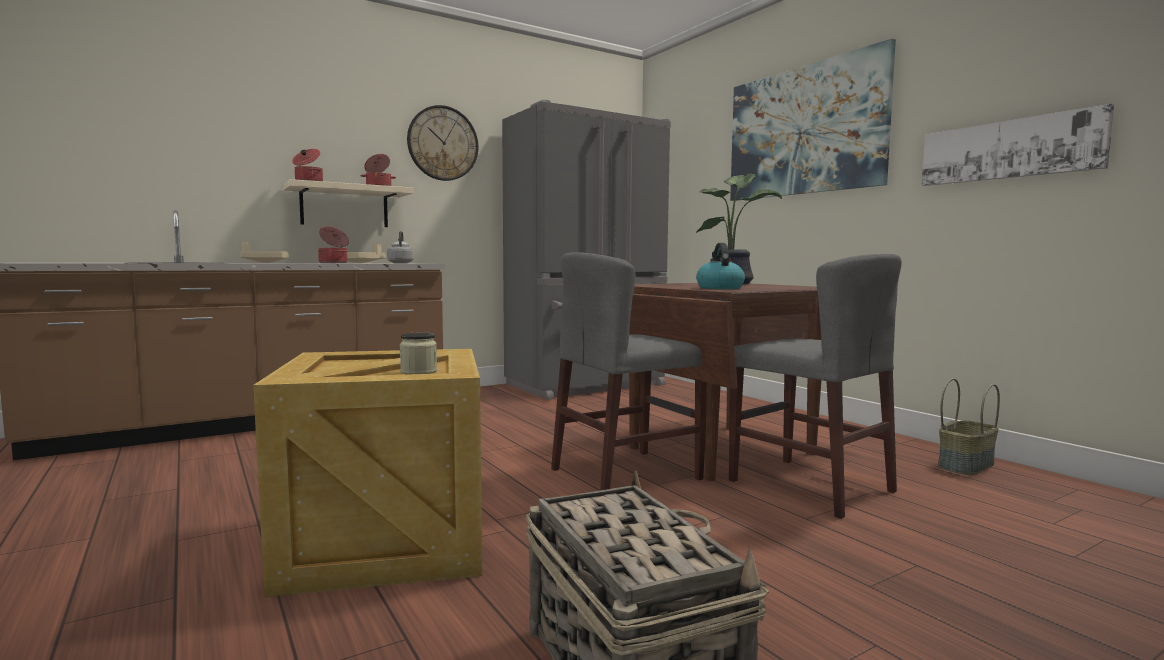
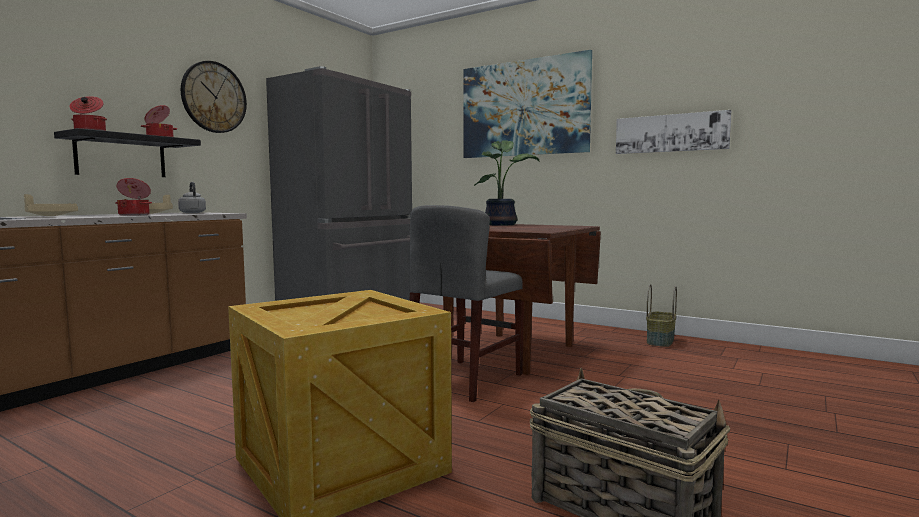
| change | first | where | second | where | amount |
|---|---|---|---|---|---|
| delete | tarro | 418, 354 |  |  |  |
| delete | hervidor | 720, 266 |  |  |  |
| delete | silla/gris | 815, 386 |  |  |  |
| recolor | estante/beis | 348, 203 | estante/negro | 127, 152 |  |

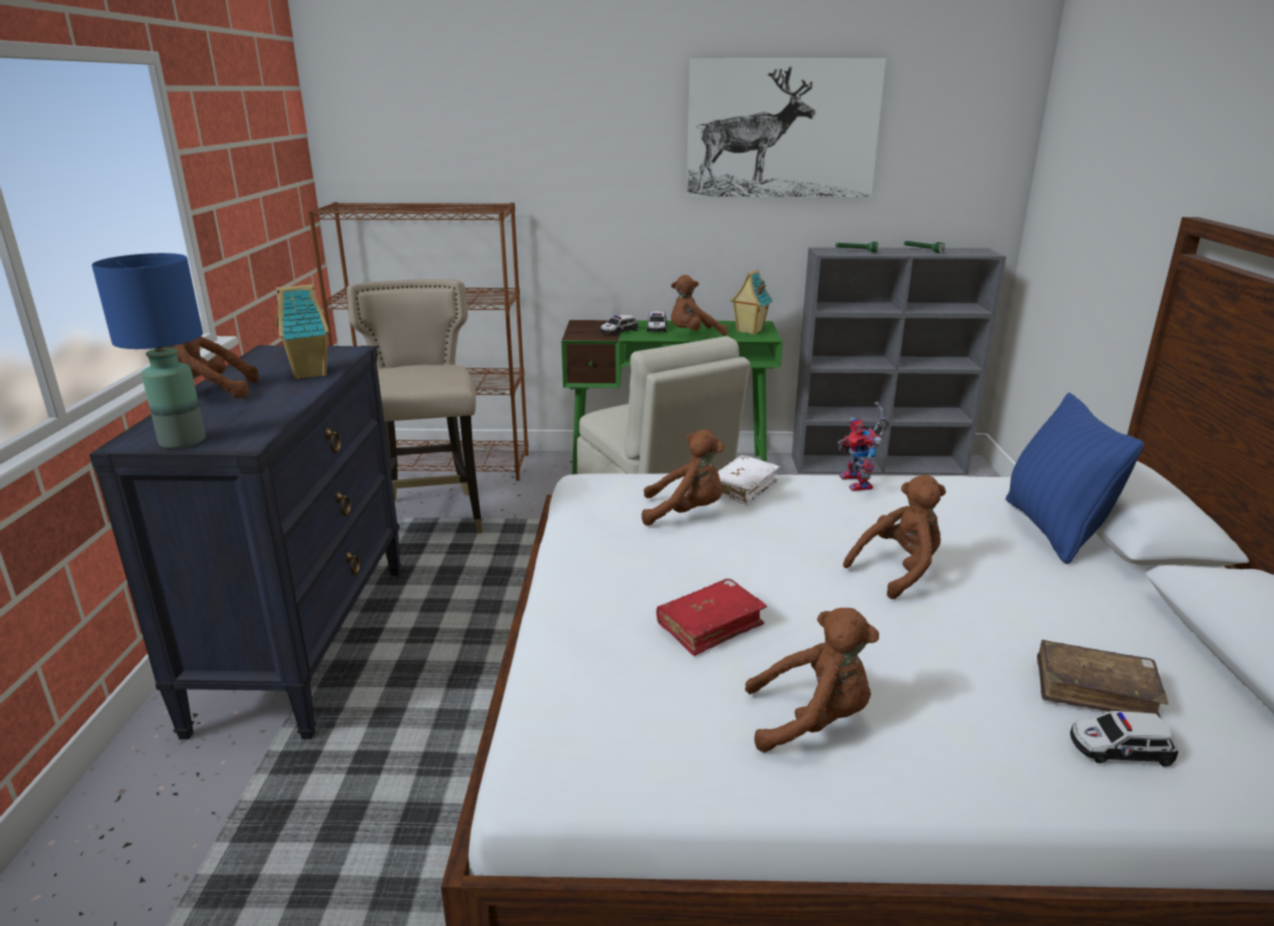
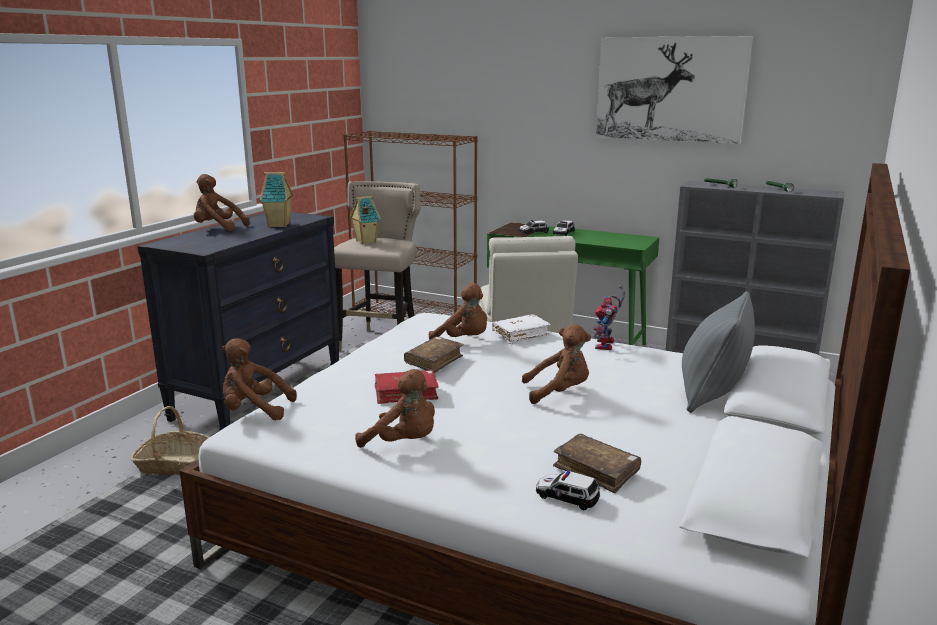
| change | first | where | second | where | amount |
|---|---|---|---|---|---|
| delete | lámpara de mesa/azul | 149, 351 |  |  |  |
| insert |  |  | cesta | 170, 440 |  |
| insert |  |  | libro/marrón | 434, 355 |  |
| move | peluche/marrón | 699, 305 |  | 259, 379 |  |
| move | casita | 751, 302 |  | 365, 220 |  |
| recolor | cojín/azul | 1075, 478 | cojín/gris | 718, 352 |  |

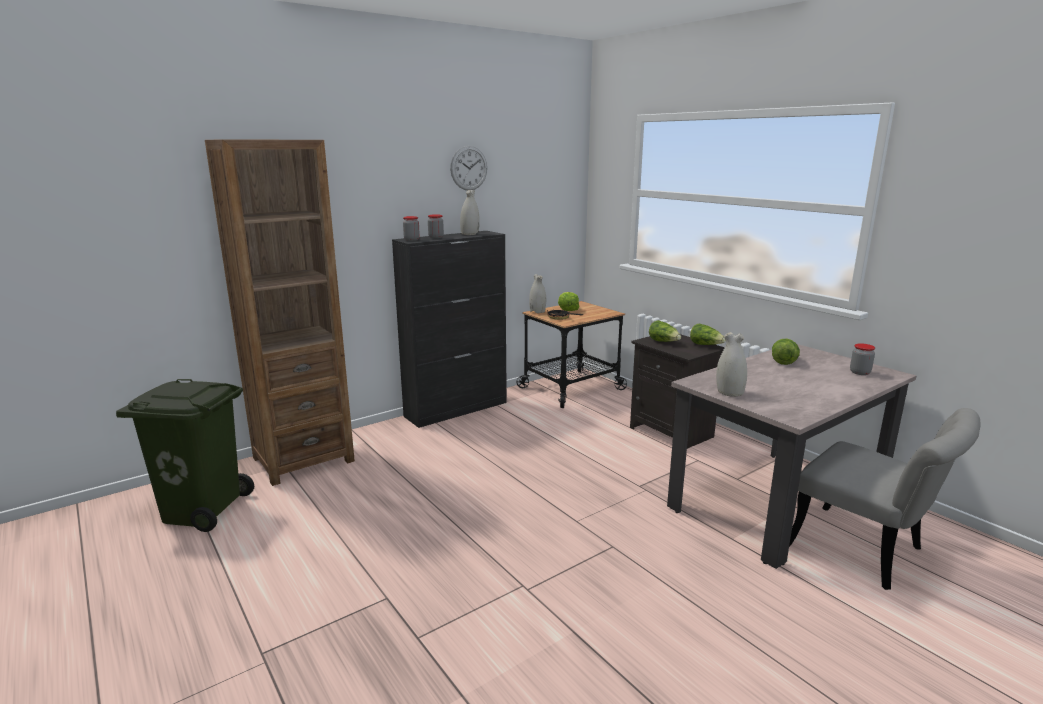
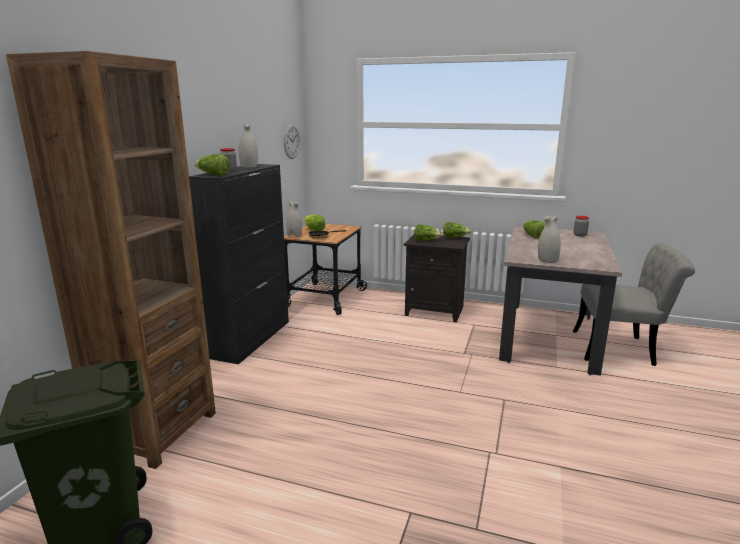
| change | first | where | second | where | amount |
|---|---|---|---|---|---|
| move | reloj de pared | 468, 168 |  | 292, 141 |  |
| replace | tarro | 411, 228 | lechuga | 212, 165 |  |

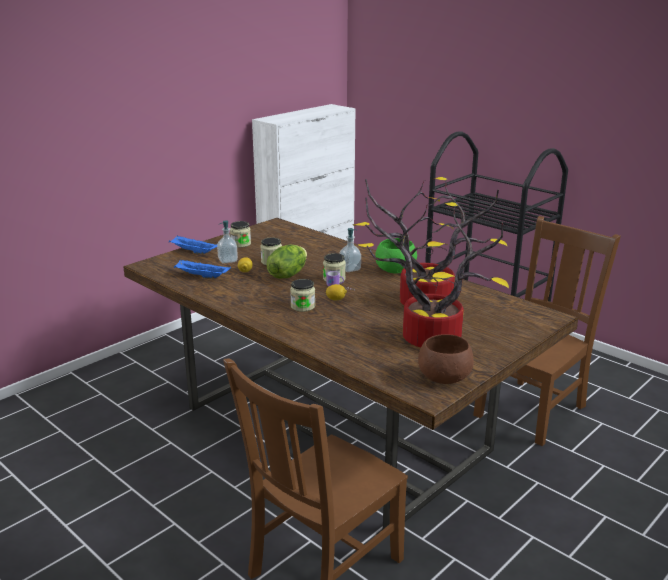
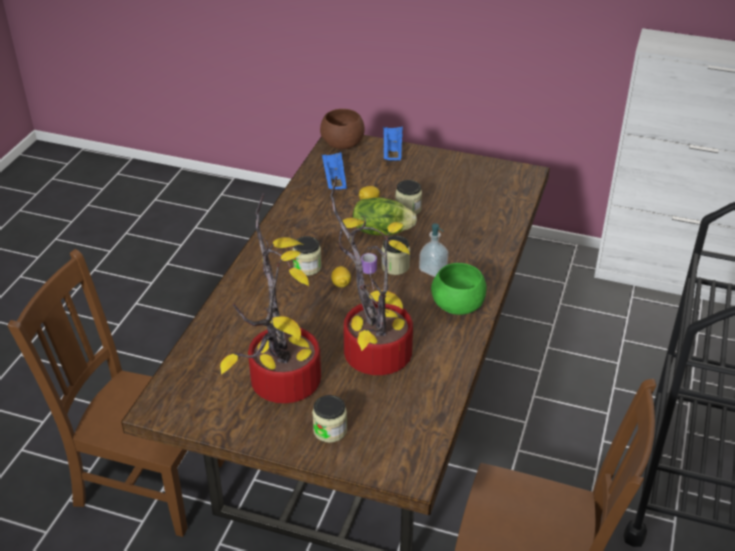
| change | first | where | second | where | amount |
|---|---|---|---|---|---|
| delete | dispensador de jabón | 227, 242 |  |  |  |
| move | tarro | 240, 234 |  | 329, 419 |  |
| move | cuenco/marrón | 446, 359 |  | 342, 129 |  |

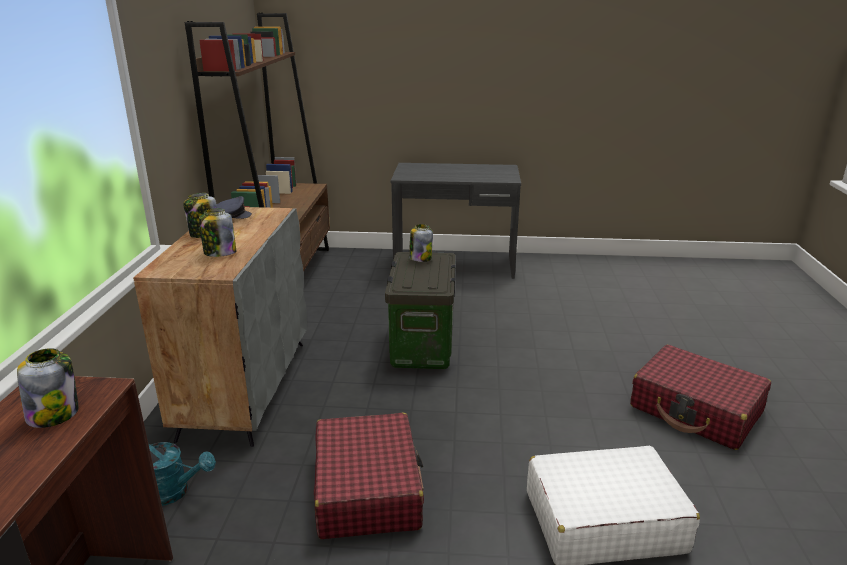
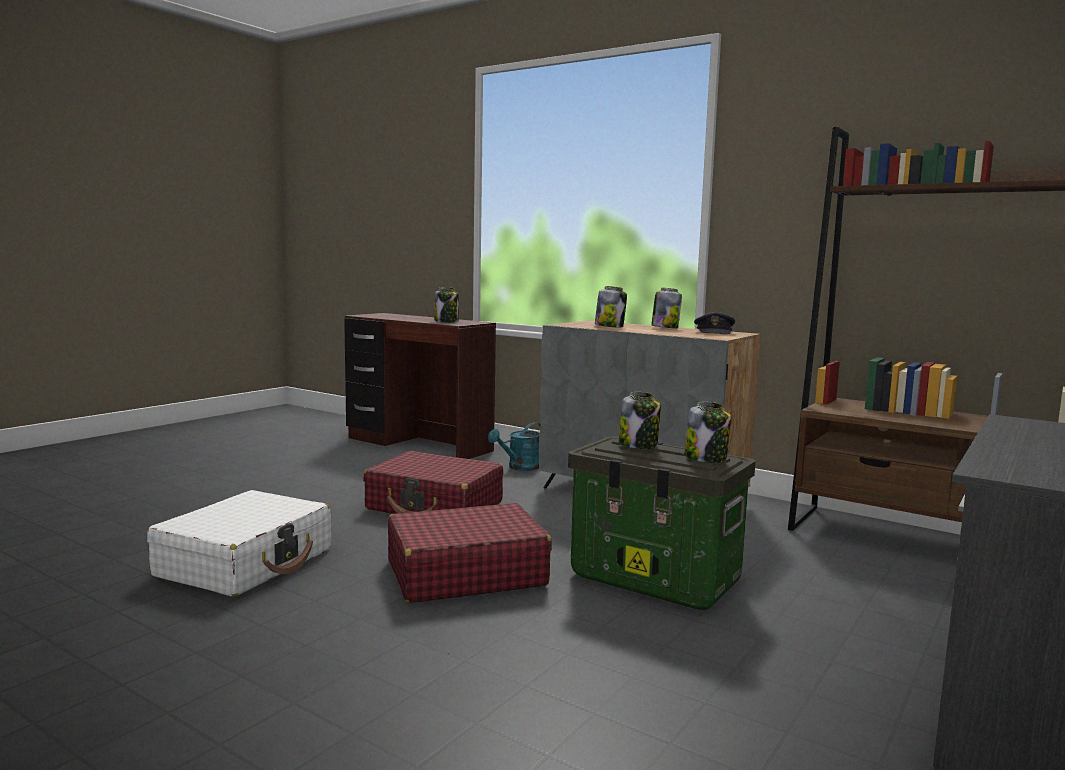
| change | first | where | second | where | amount |
|---|---|---|---|---|---|
| insert |  |  | tarro | 640, 420 |  |
| move | maleta/rojo | 700, 397 |  | 470, 553 |  |

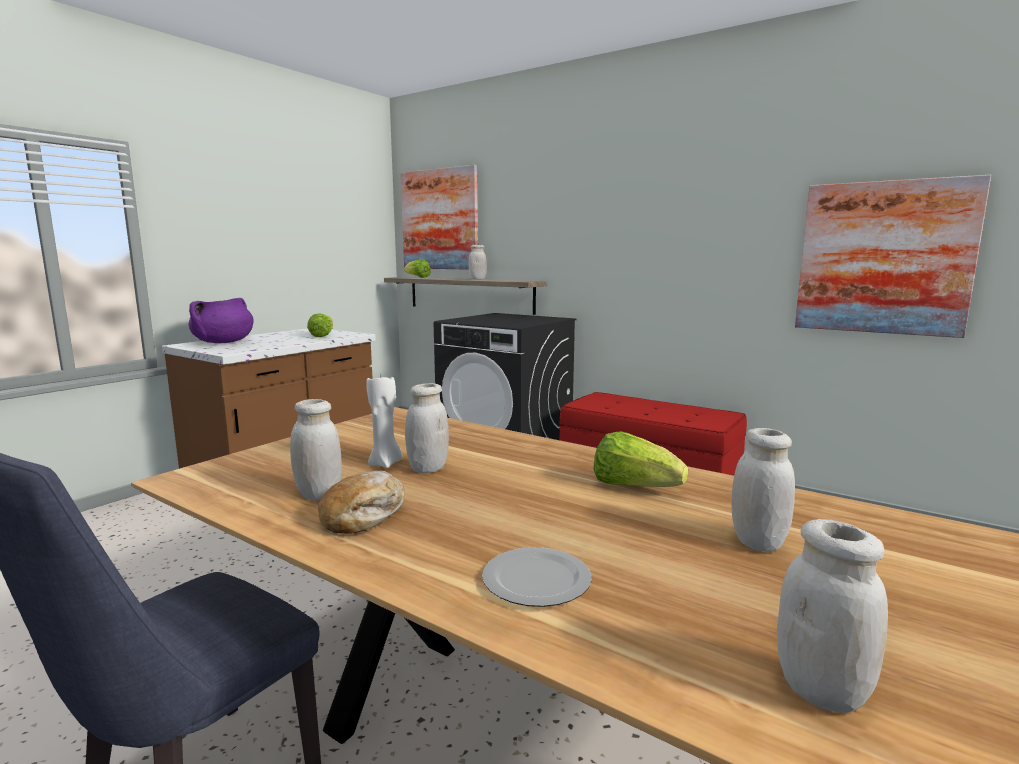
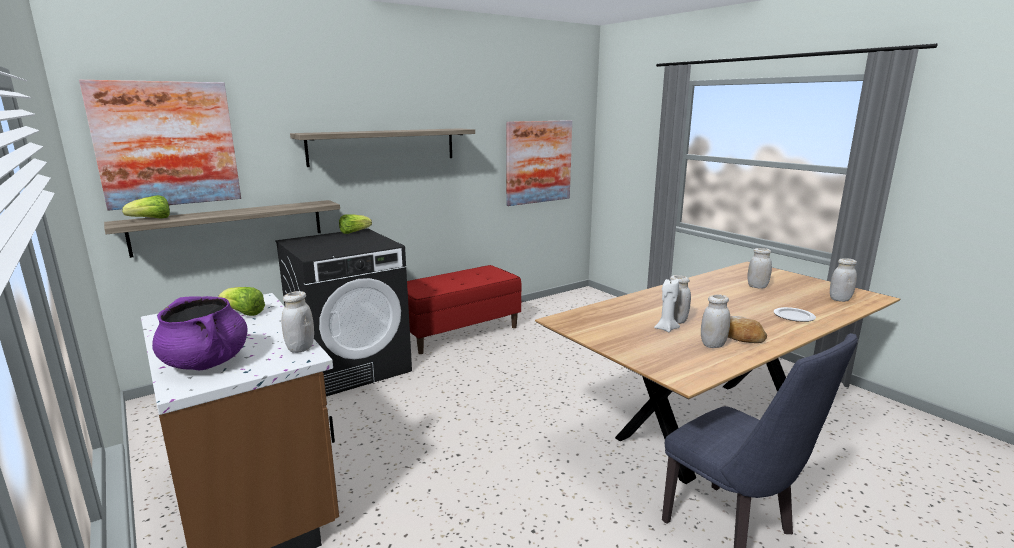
| change | first | where | second | where | amount |
|---|---|---|---|---|---|
| insert |  |  | estante | 382, 147 |  |
| move | tarro/blanco | 477, 262 |  | 298, 322 |  |
| move | lechuga | 641, 459 |  | 355, 224 |  |

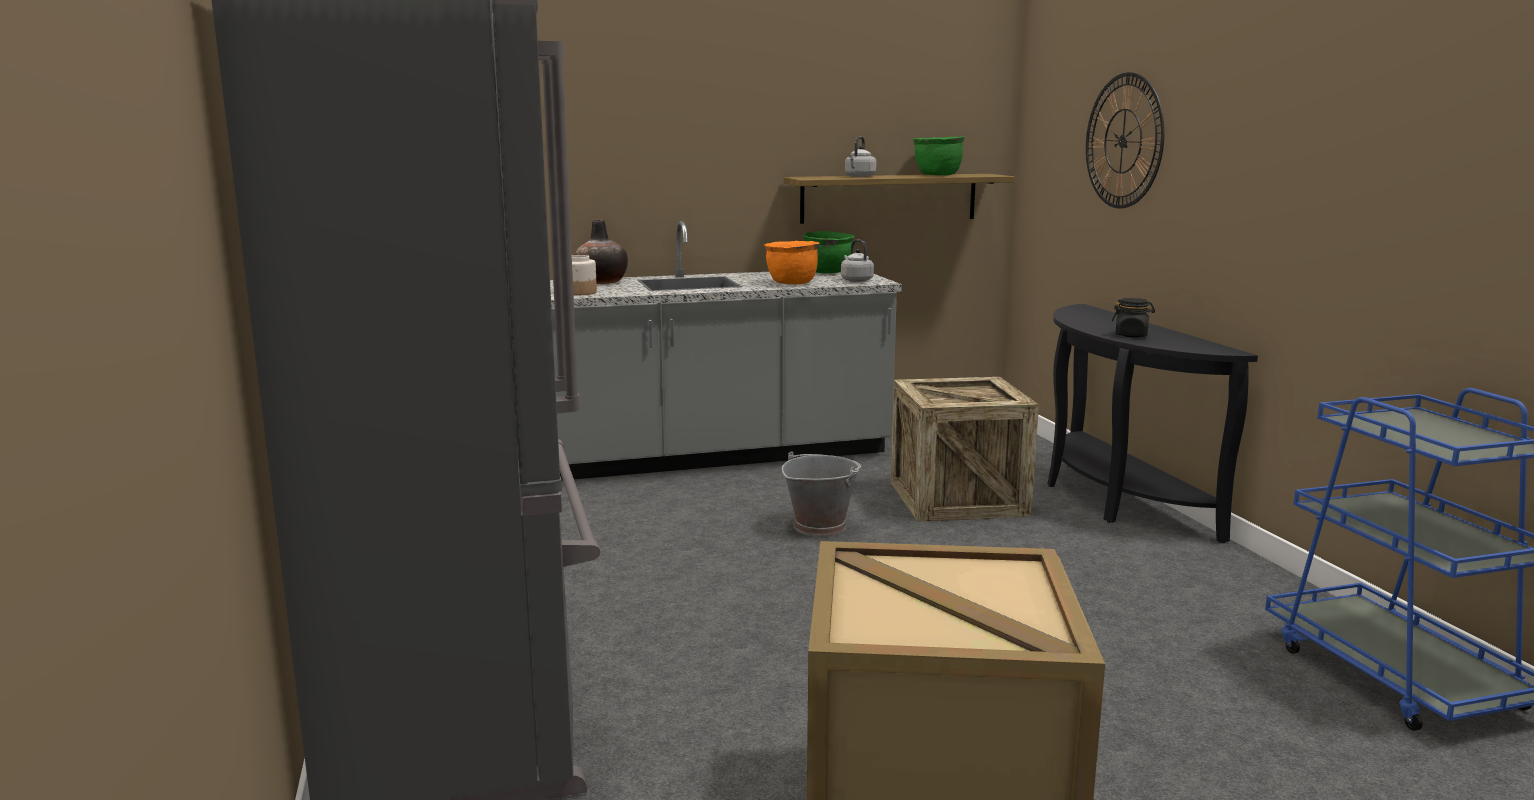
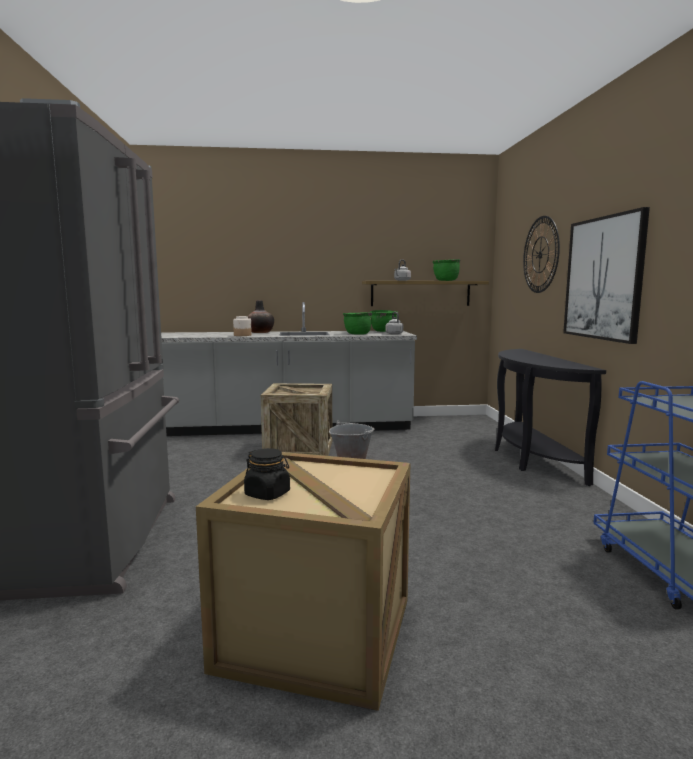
| change | first | where | second | where | amount |
|---|---|---|---|---|---|
| insert |  |  | cuadro | 606, 275 |  |
| move | caja de embalaje | 965, 449 |  | 296, 419 |  |
| move | tarro/negro | 1133, 317 |  | 267, 474 |  |
| recolor | olla/naranja | 792, 262 | olla/verde | 357, 323 |  |

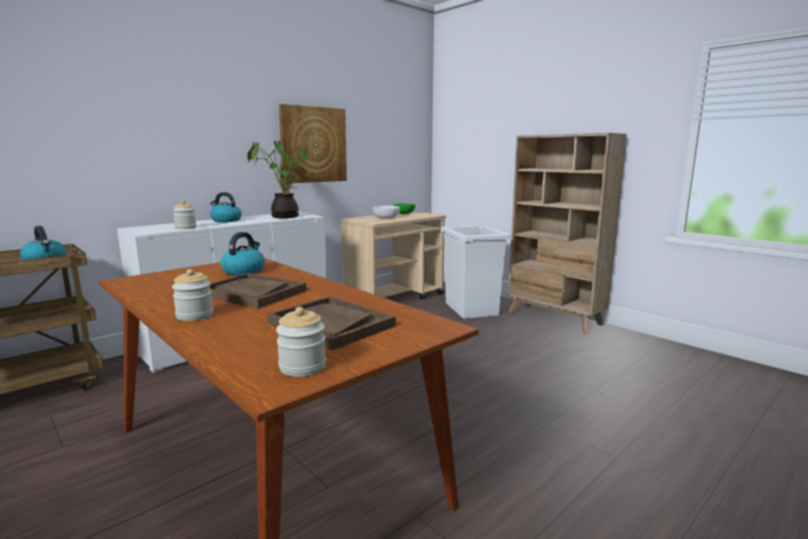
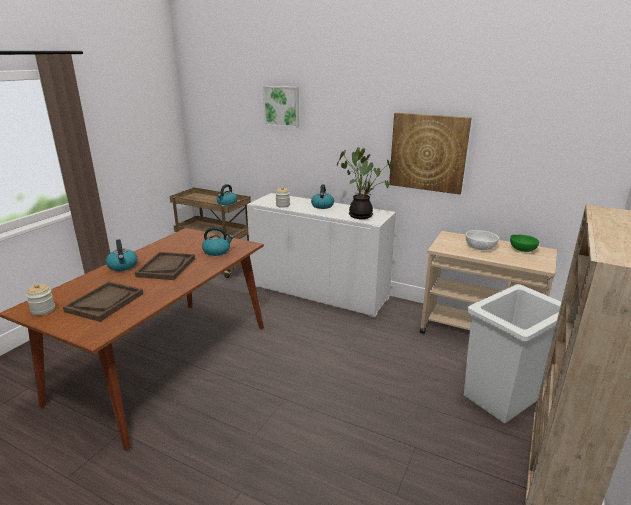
| change | first | where | second | where | amount |
|---|---|---|---|---|---|
| insert |  |  | cuadro | 281, 107 |  |
| replace | tarro | 193, 295 | hervidor | 122, 255 |  |

